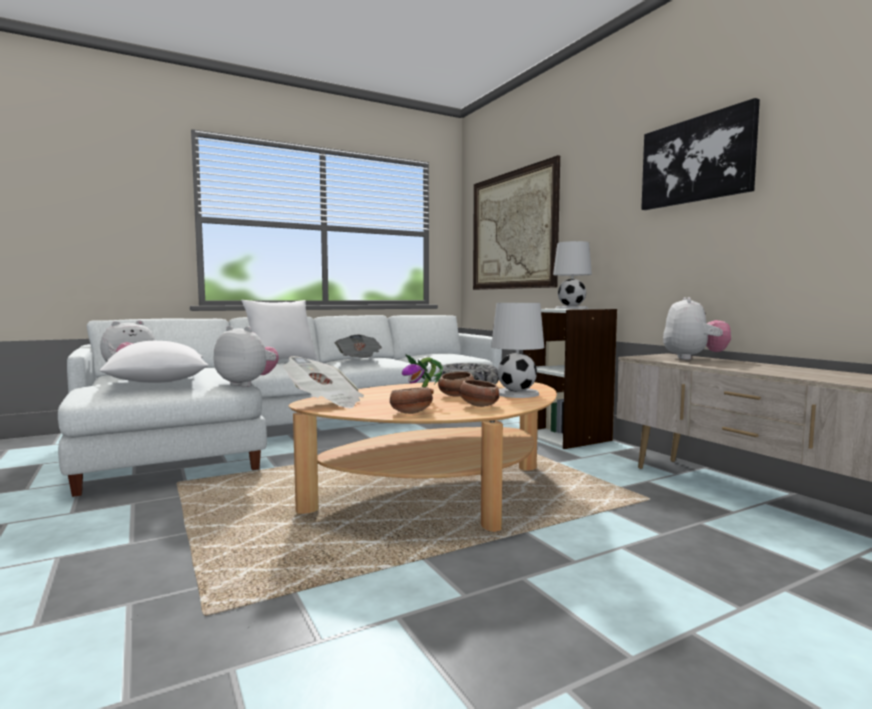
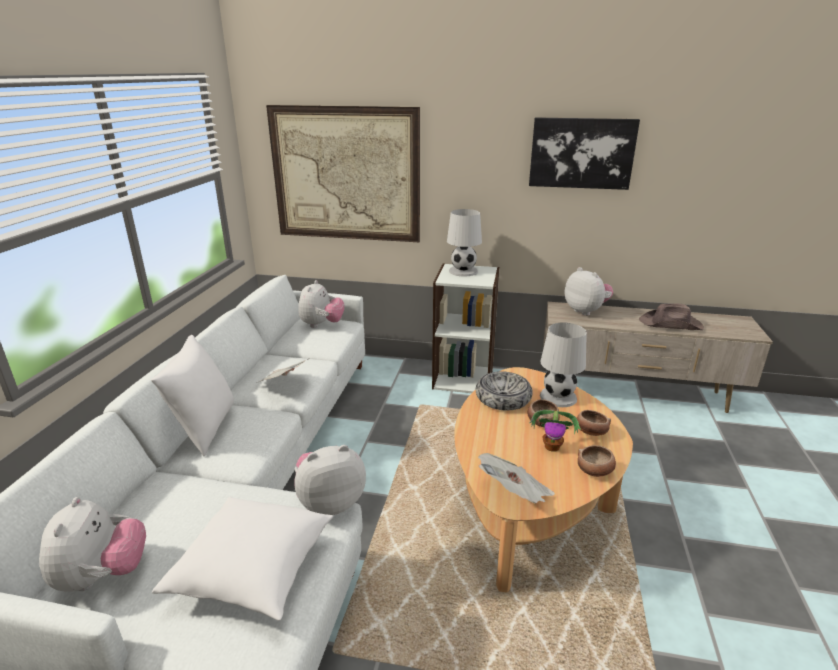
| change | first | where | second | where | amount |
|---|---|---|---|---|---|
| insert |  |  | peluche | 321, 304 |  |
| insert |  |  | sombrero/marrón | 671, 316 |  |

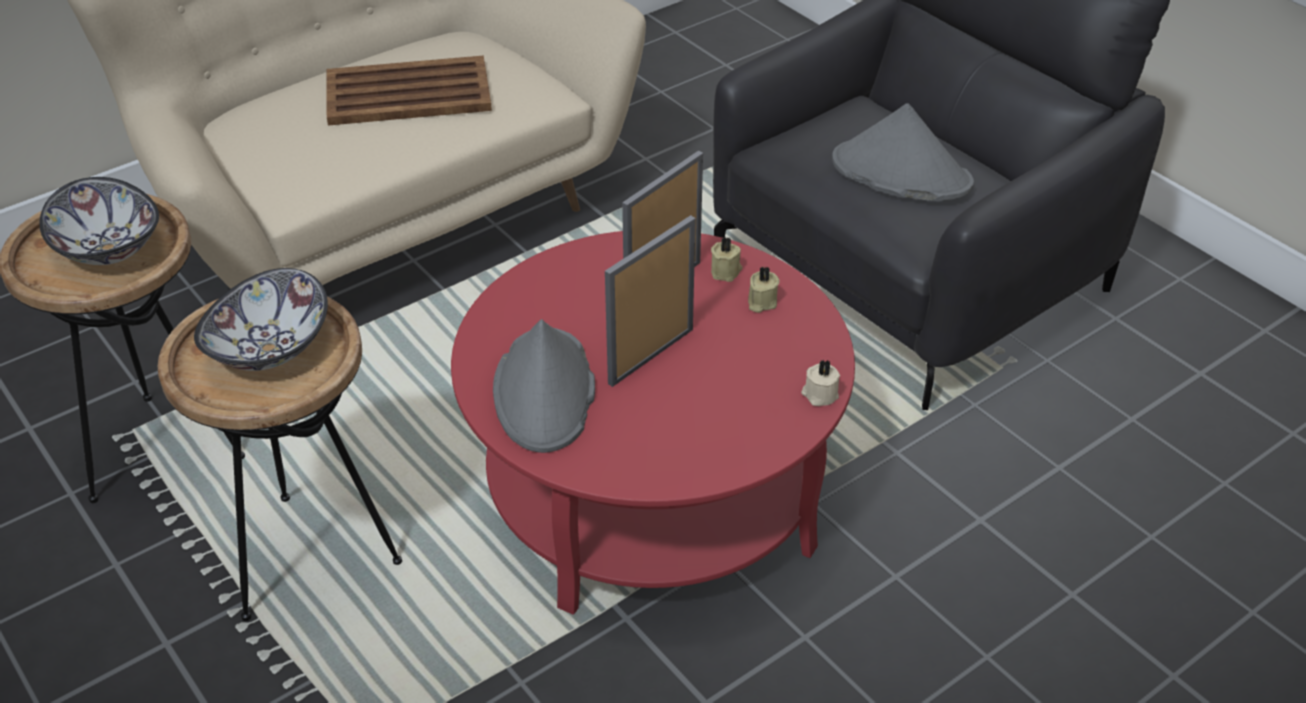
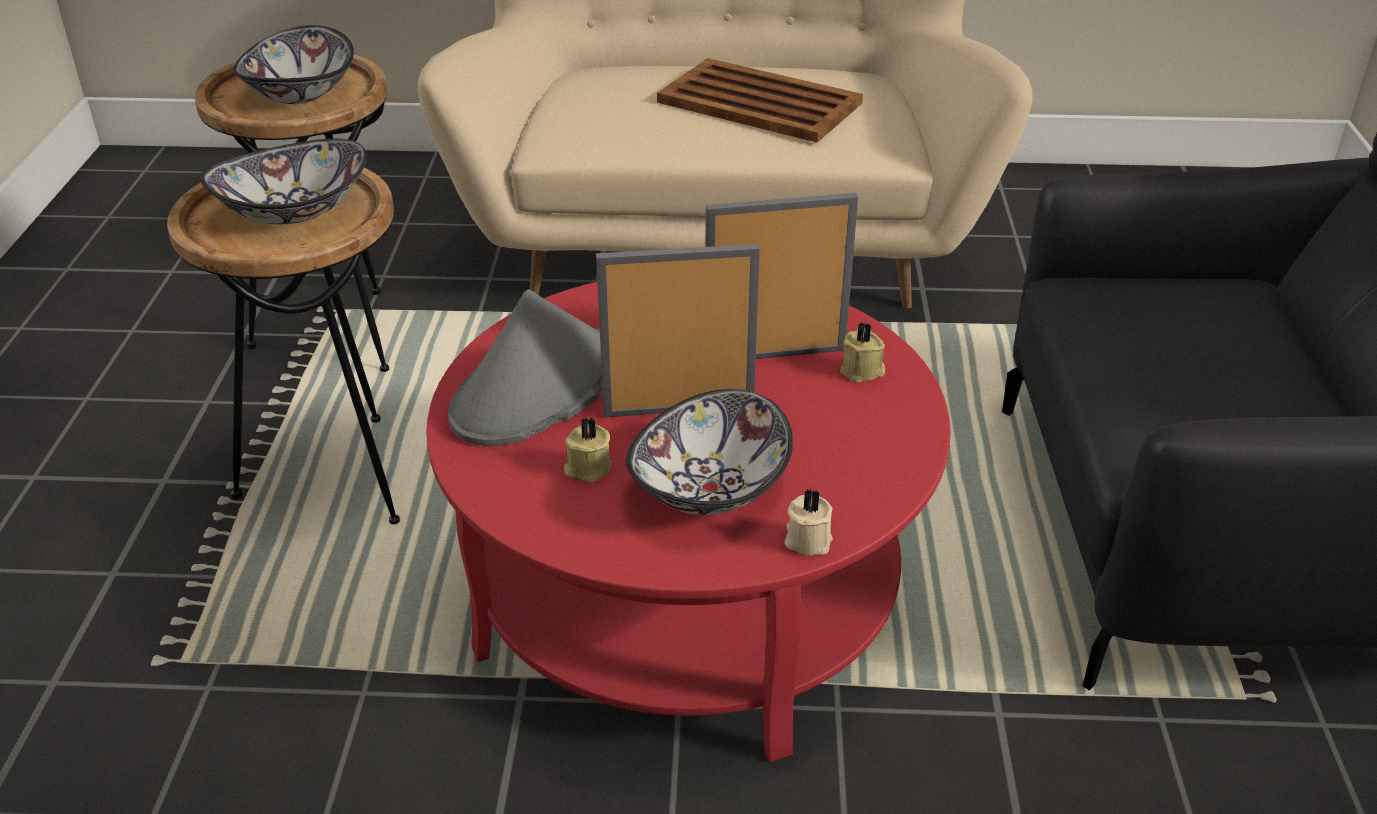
| change | first | where | second | where | amount |
|---|---|---|---|---|---|
| delete | sombrero/gris | 903, 152 |  |  |  |
| insert |  |  | cuenco | 709, 452 |  |
| move | vela/beis | 764, 290 |  | 587, 449 |  |

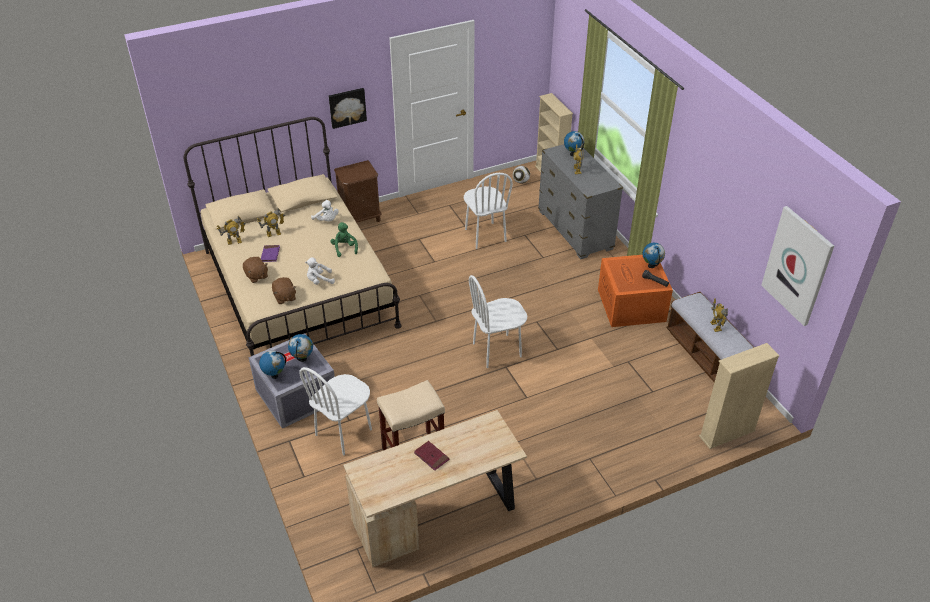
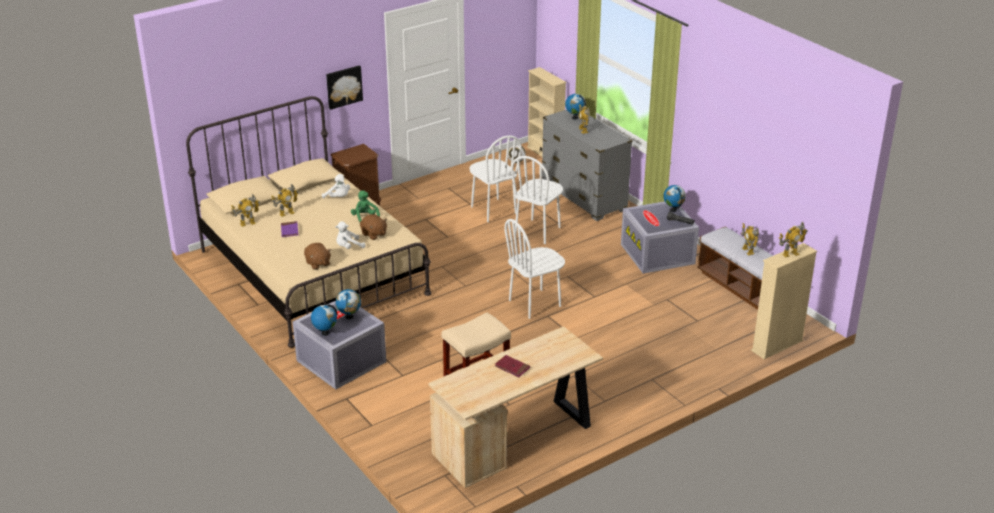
| change | first | where | second | where | amount |
|---|---|---|---|---|---|
| delete | cuadro | 797, 266 |  |  |  |
| insert |  |  | robot de juguete | 793, 239 |  |
| move | peluche/marrón | 255, 270 |  | 373, 227 |  |
| move | silla/blanco | 335, 411 |  | 537, 200 |  |
| recolor | caja de almacenaje/naranja | 635, 291 | caja de almacenaje/gris | 660, 237 |  |

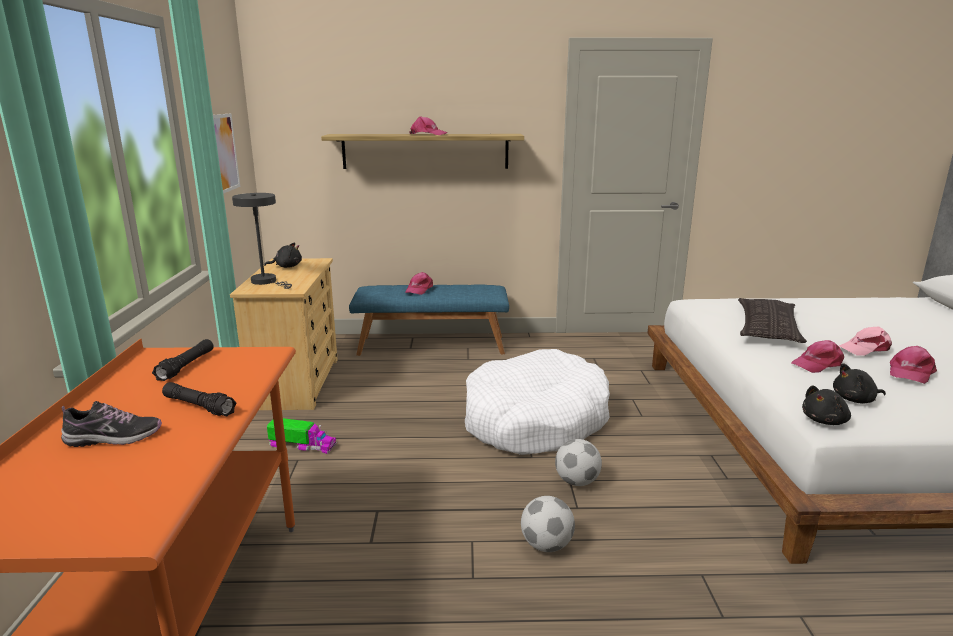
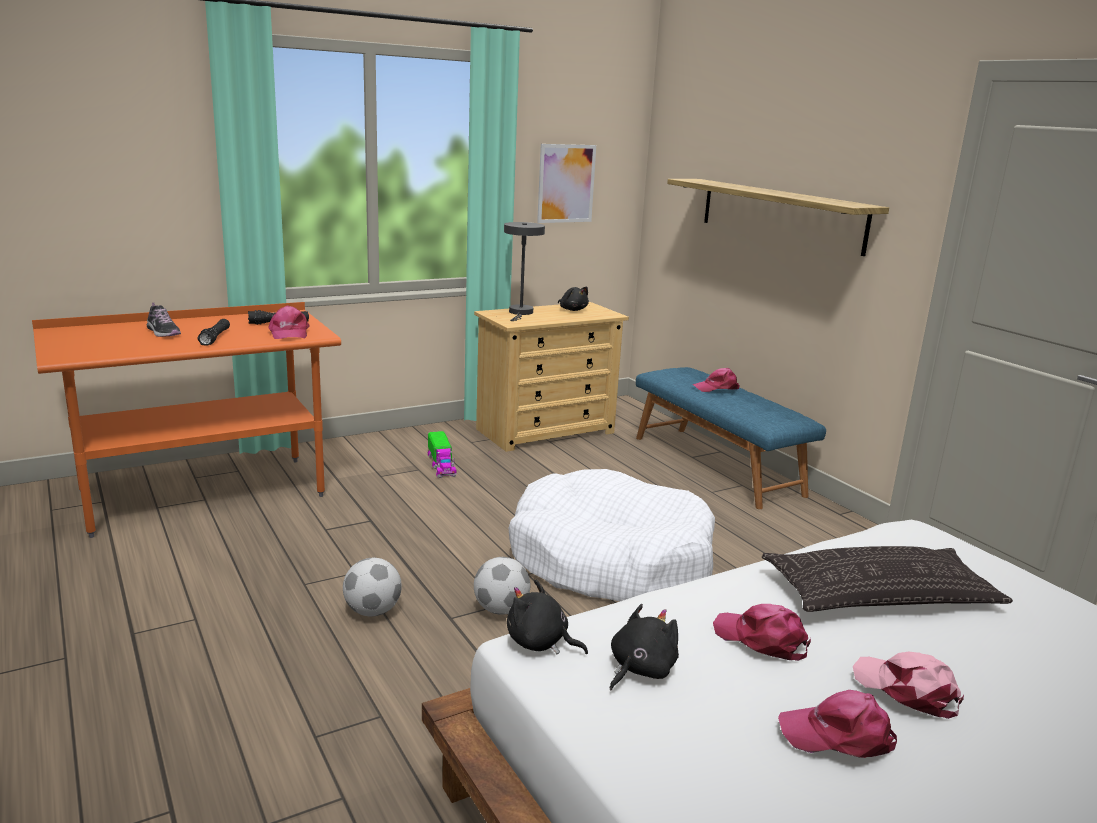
| change | first | where | second | where | amount |
|---|---|---|---|---|---|
| move | gorra/rosa | 428, 125 |  | 289, 322 |  |
| rotate | peluche/negro | 859, 383 |  | 644, 647 | 75 degrees clockwise |

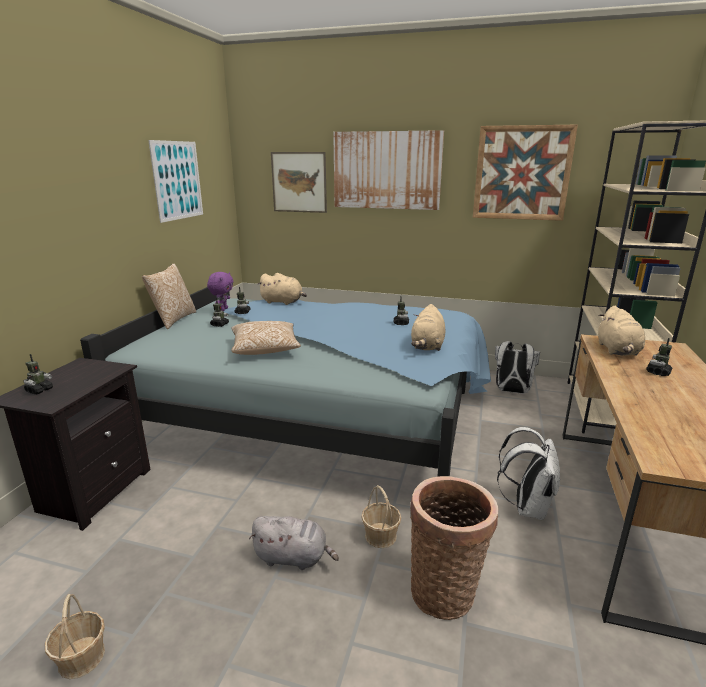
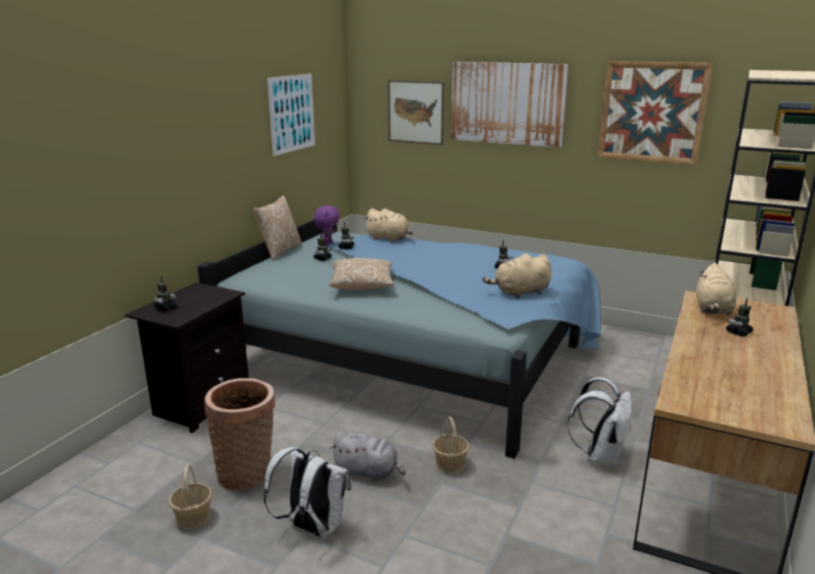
| change | first | where | second | where | amount |
|---|---|---|---|---|---|
| move | cesta | 454, 548 |  | 240, 434 |  |
| move | mochila/blanco | 517, 367 |  | 307, 492 |  |
| rotate | peluche/beis | 428, 327 |  | 516, 276 | 45 degrees clockwise |

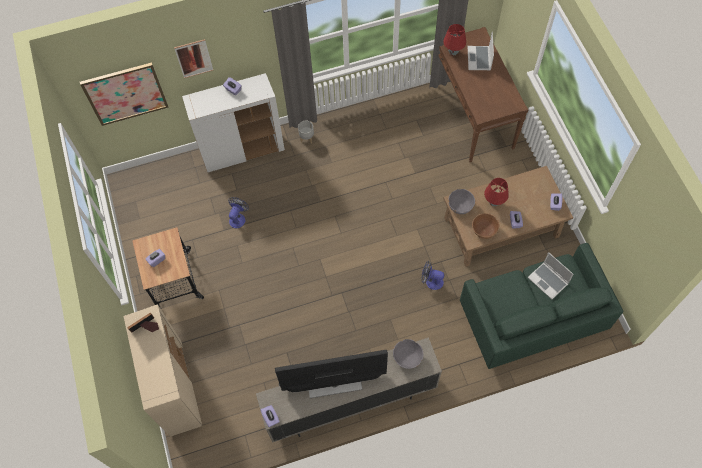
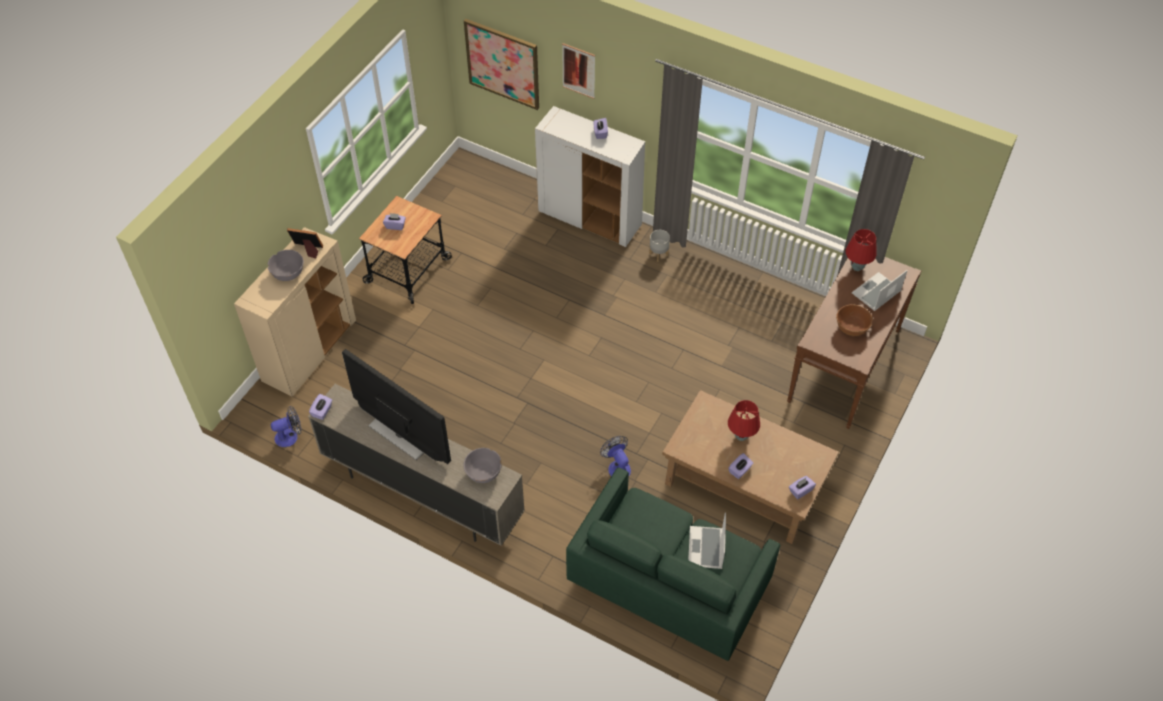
| change | first | where | second | where | amount |
|---|---|---|---|---|---|
| move | ventilador | 238, 212 |  | 286, 426 |  |
| move | cuenco/gris | 462, 201 |  | 285, 265 |  |
| move | cuenco/marrón | 486, 226 |  | 854, 320 |  |

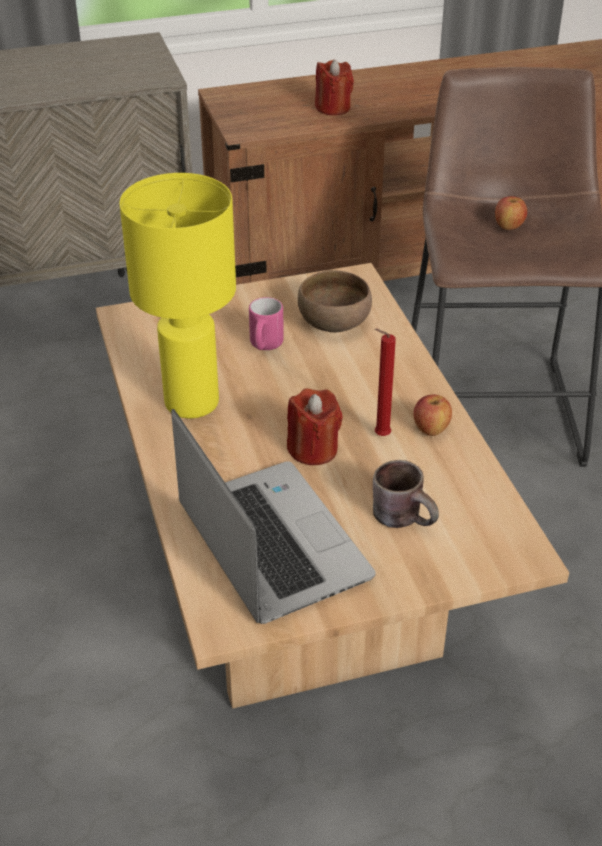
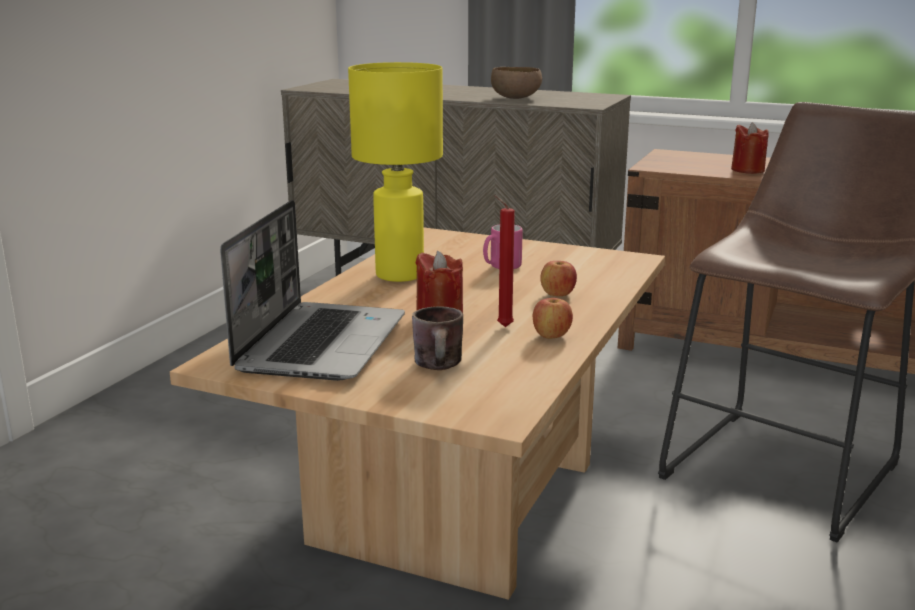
| change | first | where | second | where | amount |
|---|---|---|---|---|---|
| move | cuenco/marrón | 335, 301 |  | 516, 83 |  |
| move | manzana | 511, 213 |  | 558, 278 |  |

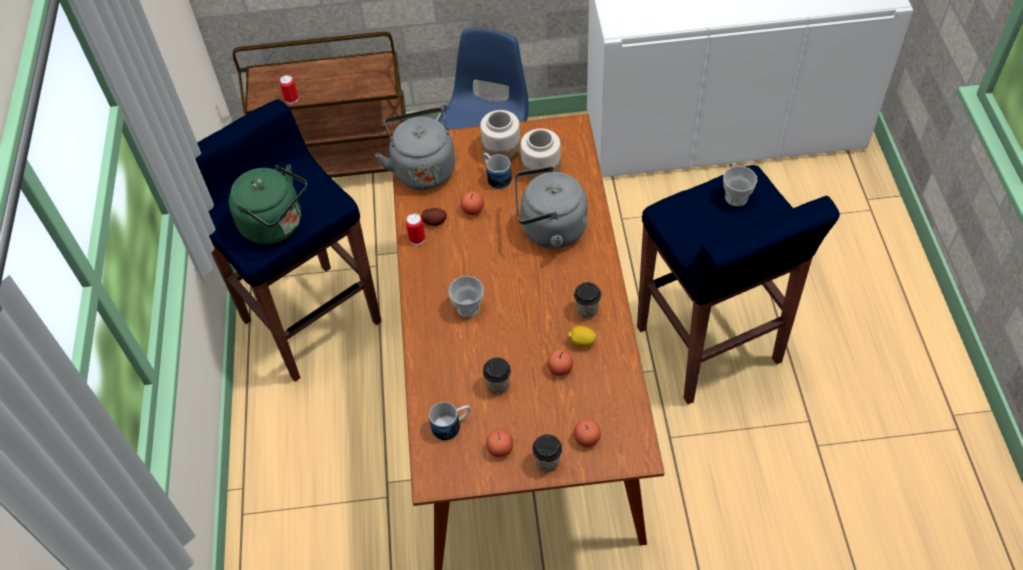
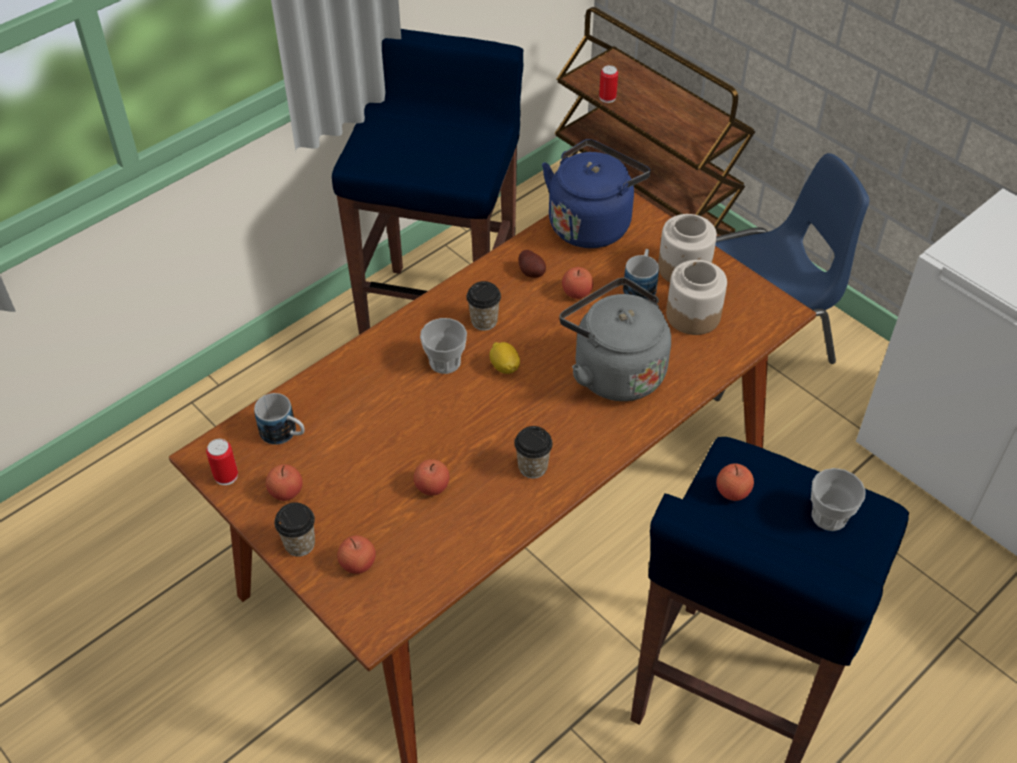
| change | first | where | second | where | amount |
|---|---|---|---|---|---|
| delete | hervidor/verde | 268, 204 |  |  |  |
| insert |  |  | manzana | 735, 482 |  |
| move | lata | 415, 229 |  | 222, 462 |  |
| move | taza | 497, 375 |  | 484, 306 |  |
| move | limón | 582, 336 |  | 504, 358 |  |
| recolor | hervidor/gris | 415, 149 | hervidor/azul | 596, 193 |  |

